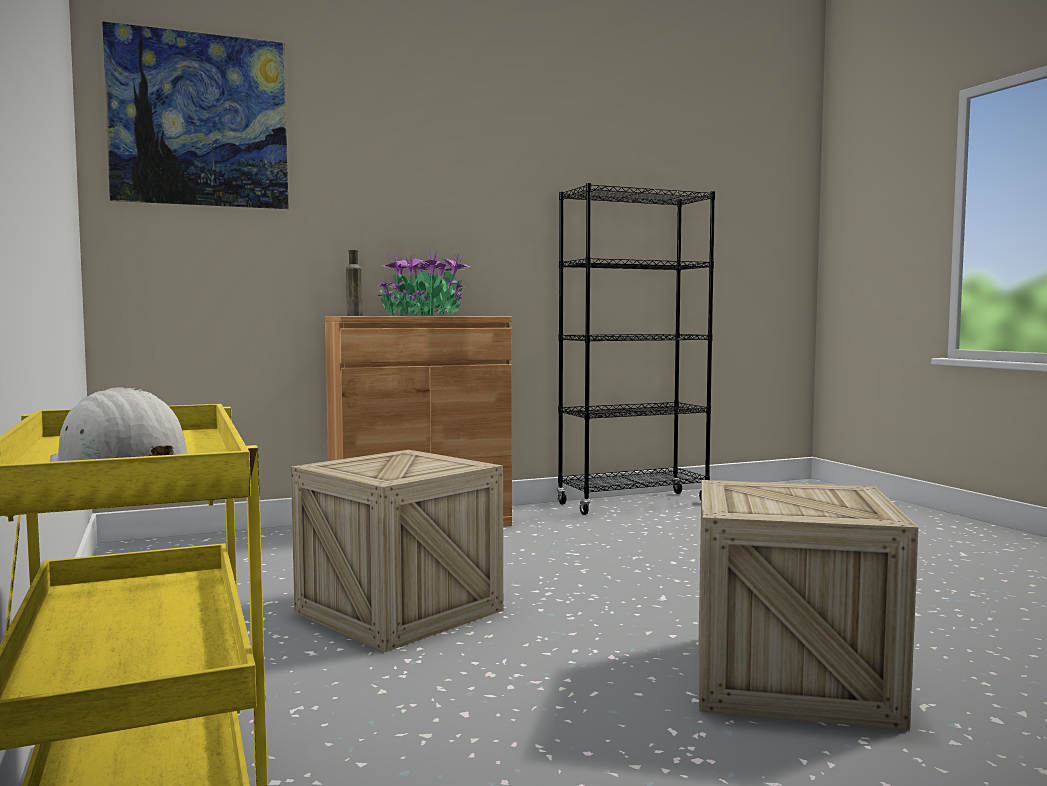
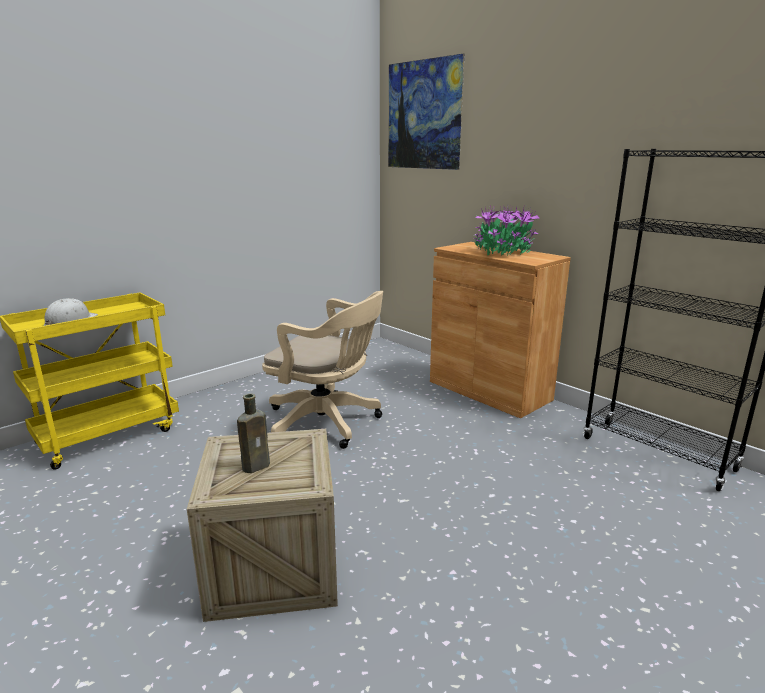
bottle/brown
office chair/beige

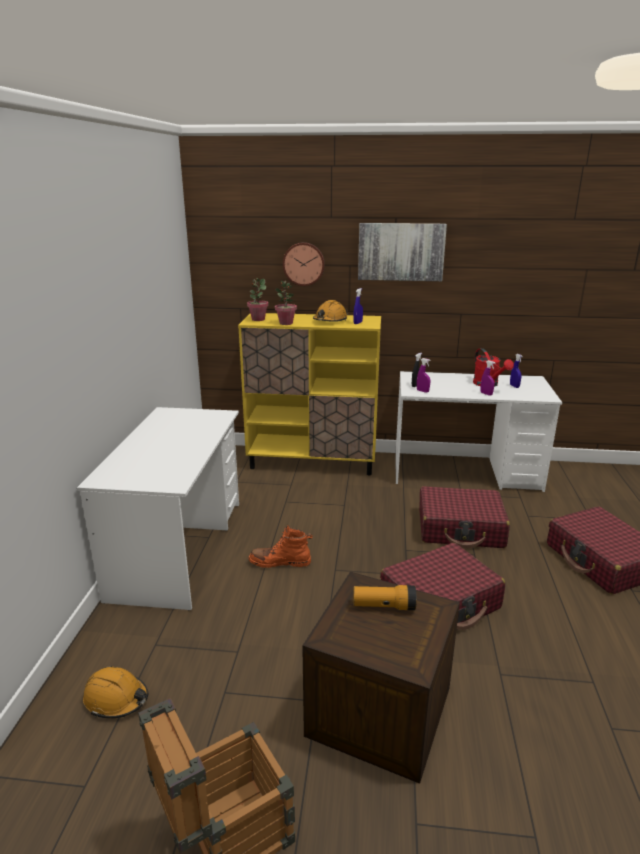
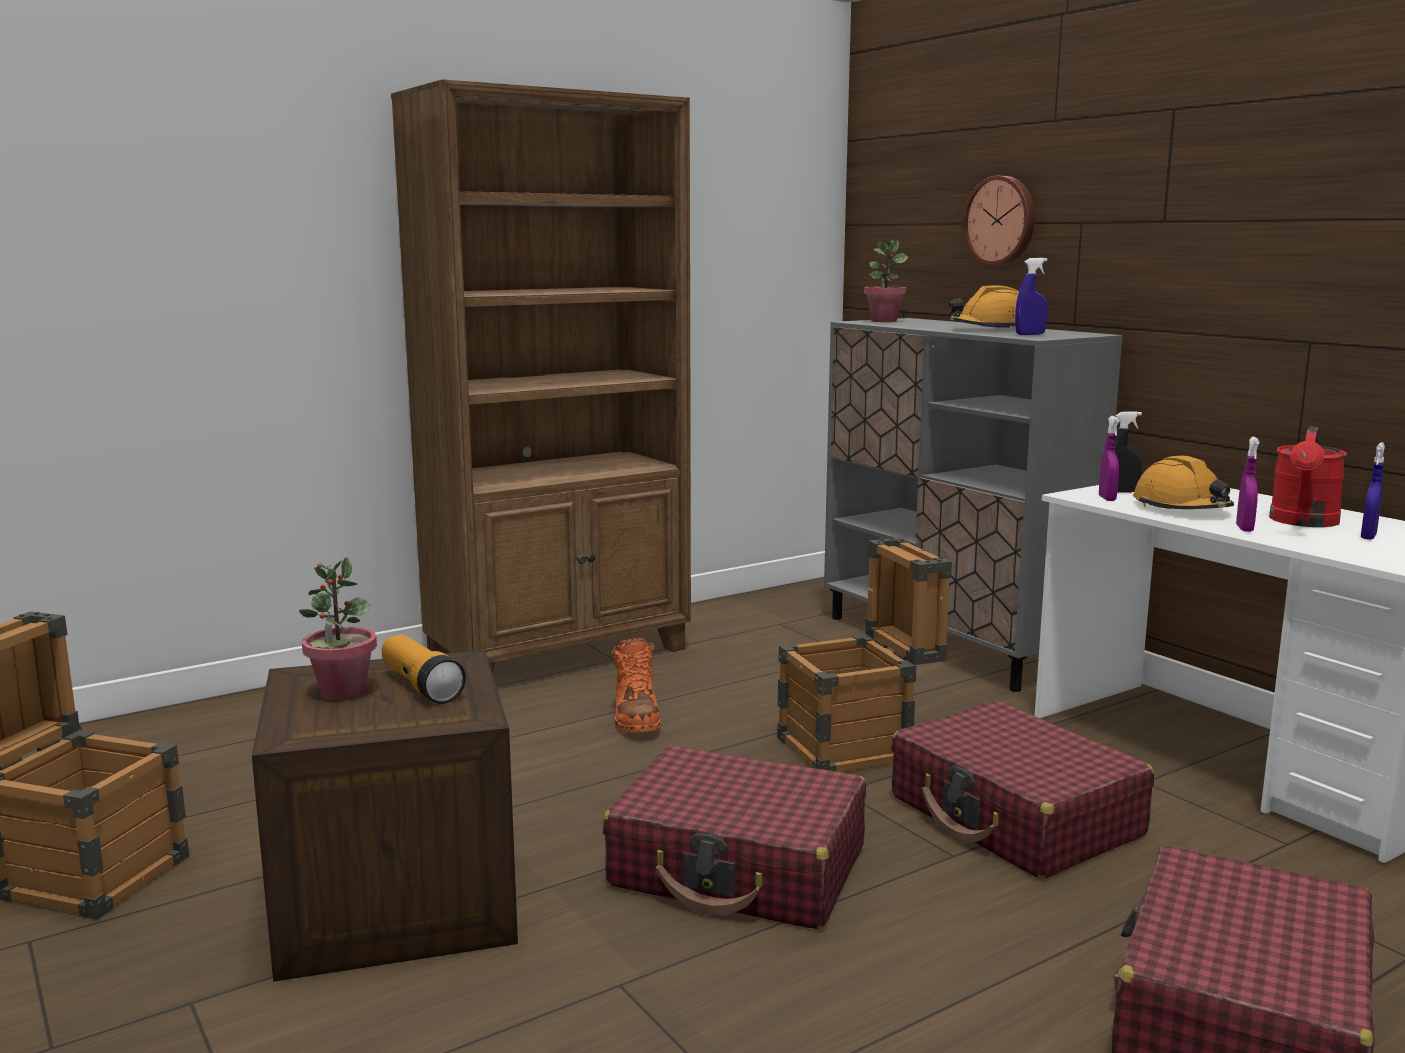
picture
crate (no. 3 from left)
hard hat/orange (no. 2 from left)
potted plant (no. 1 from left)
bookcase/brown
cabinet/grey
boot/orange

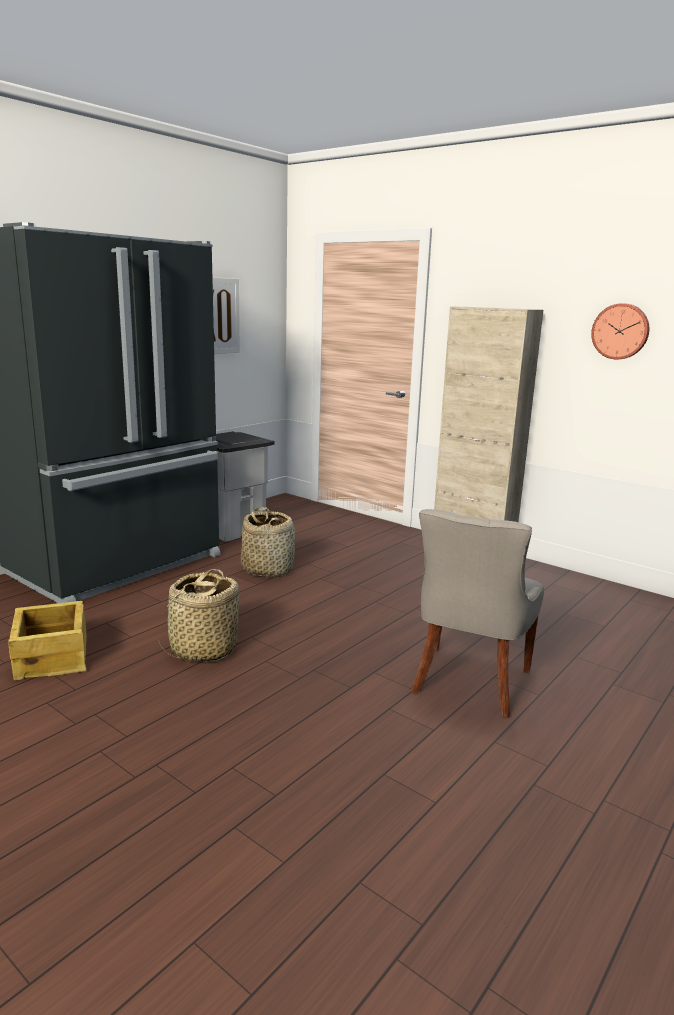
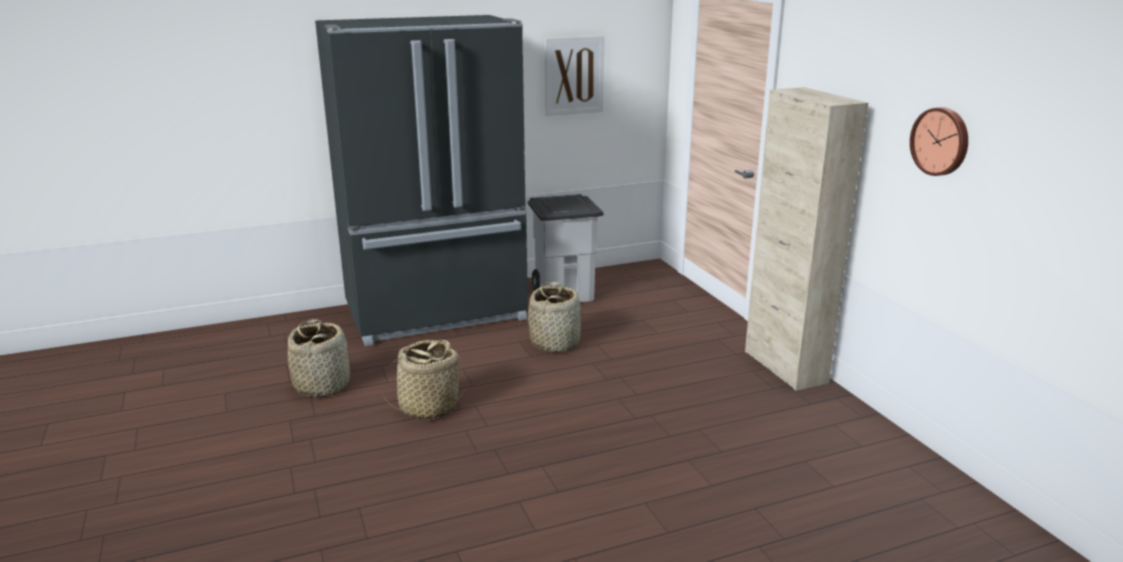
chair/grey
basket (no. 1 from left)

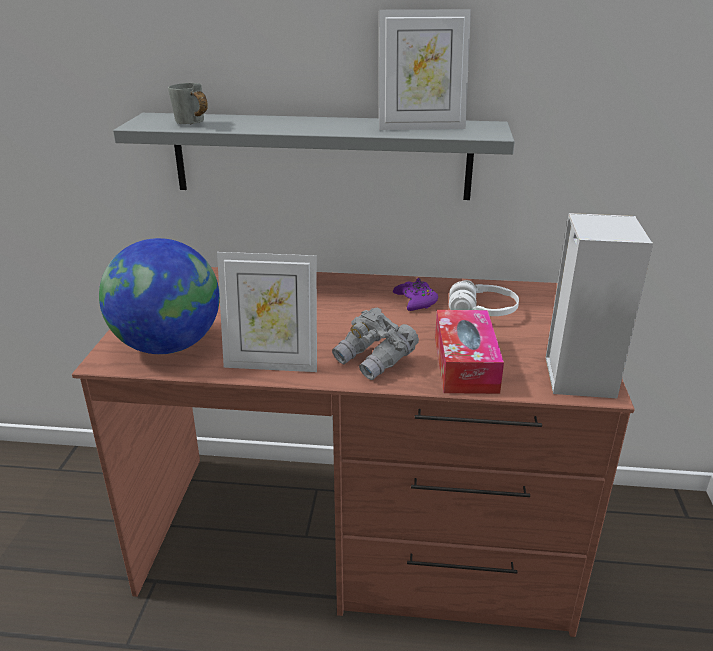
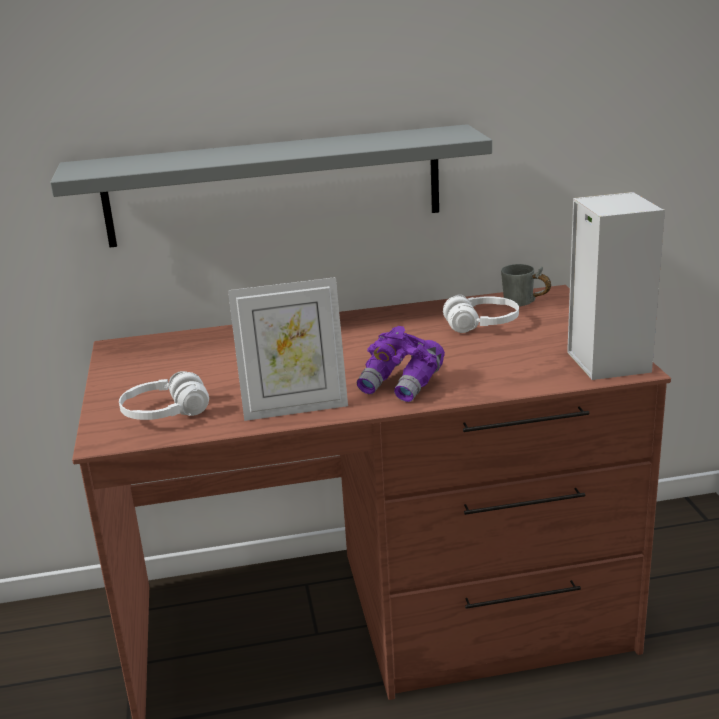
picture frame (no. 2 from left in the first image)
game controller/purple
tissue box
mug/grey
headphones/white (no. 1 from left)
binoculars/purple

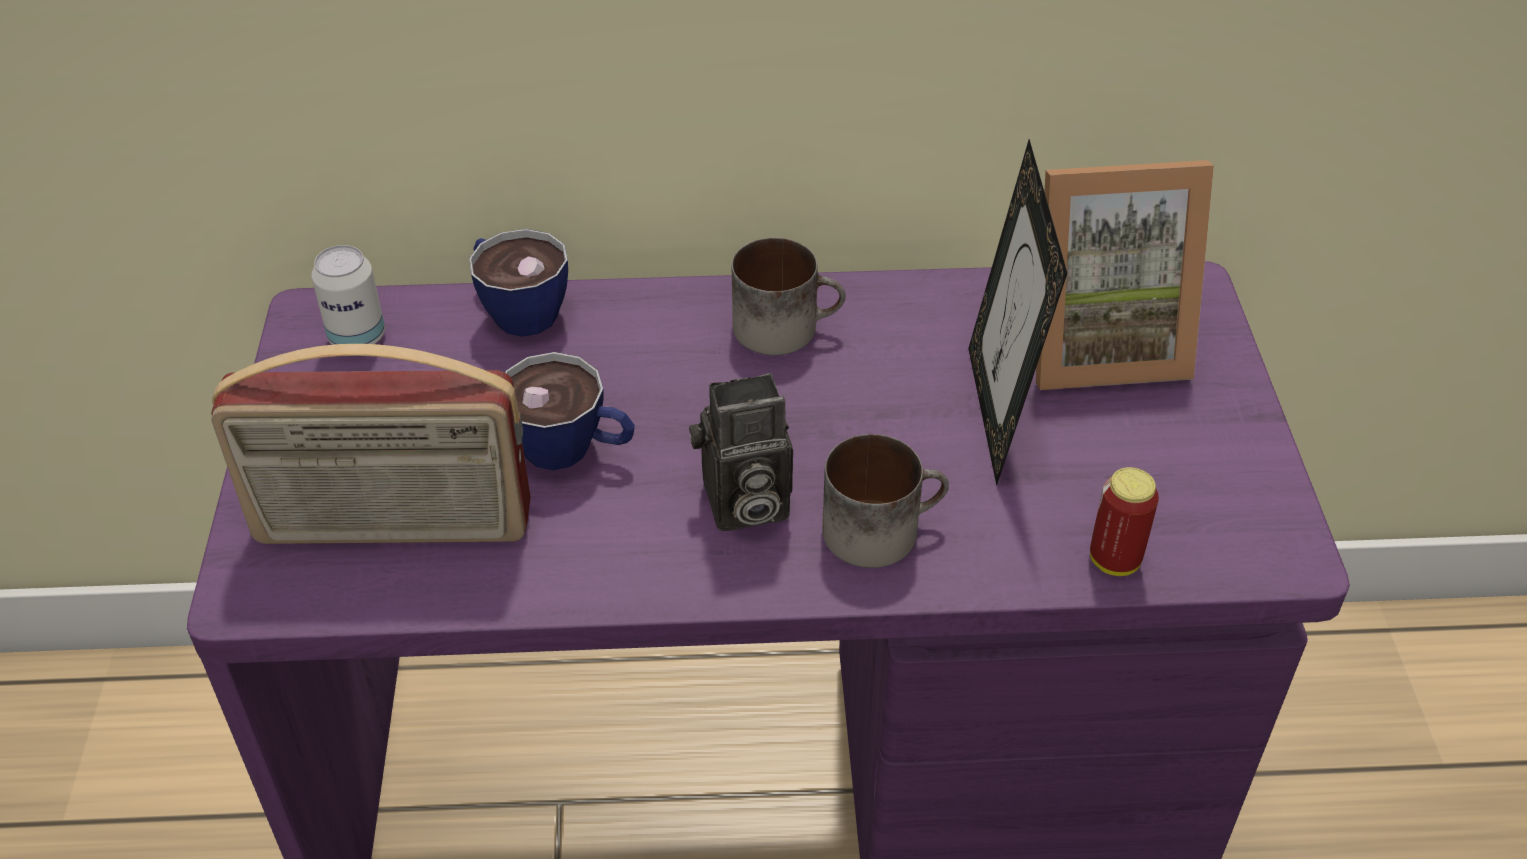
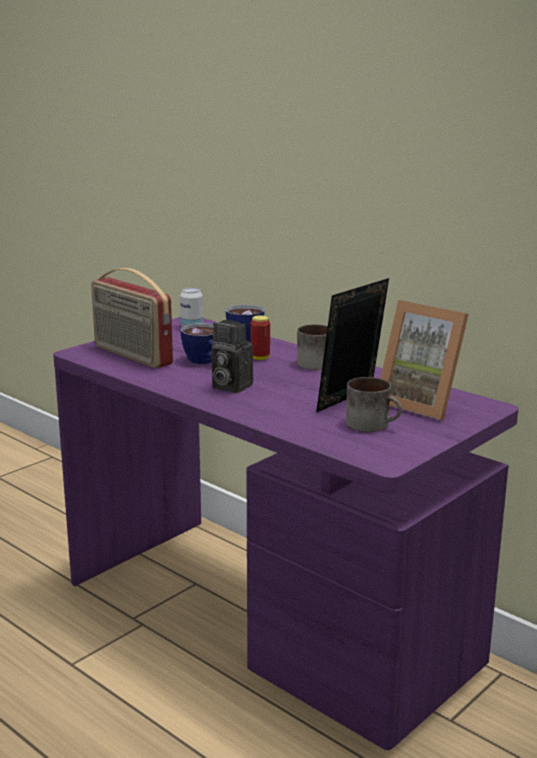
mug (no. 2 from left)
can (no. 2 from left)

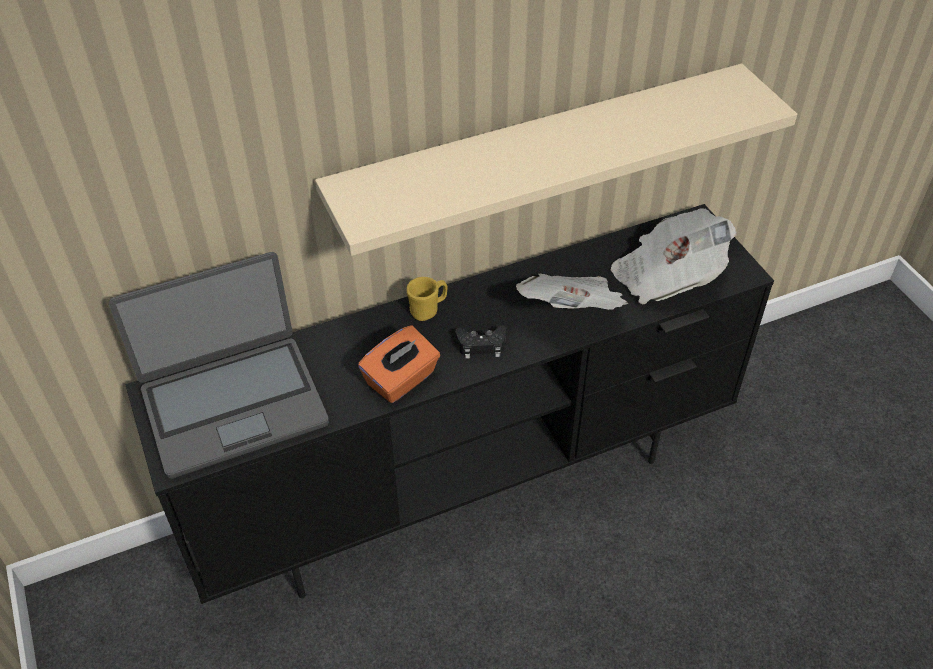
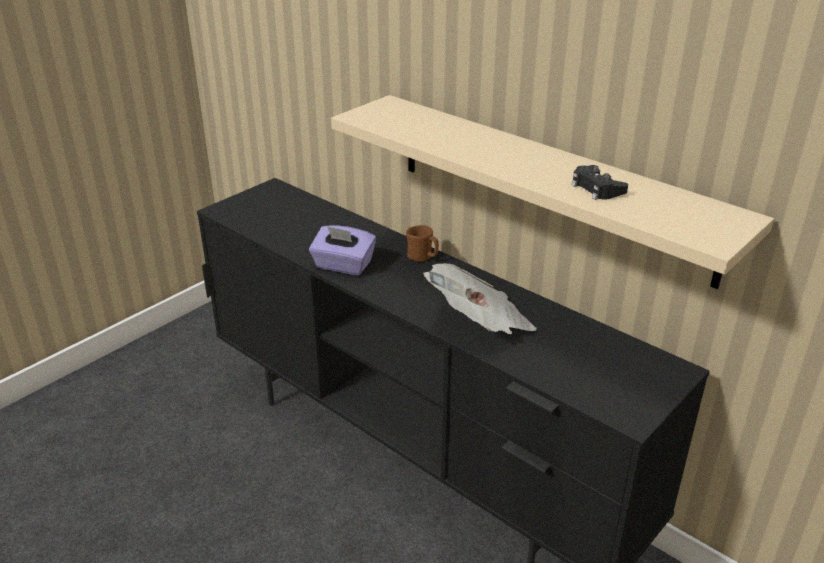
laptop
newspaper (no. 2 from left in the first image)
game controller/black
tissue box/purple
mug/brown

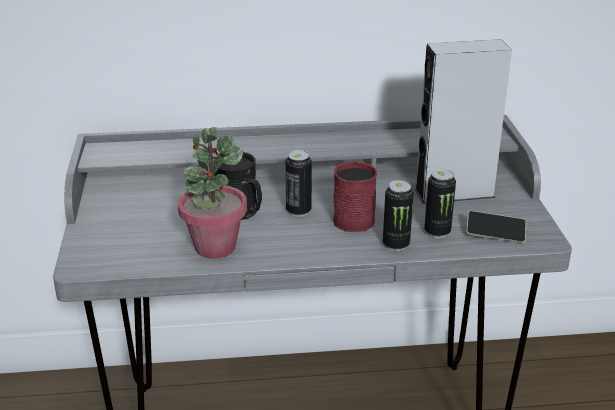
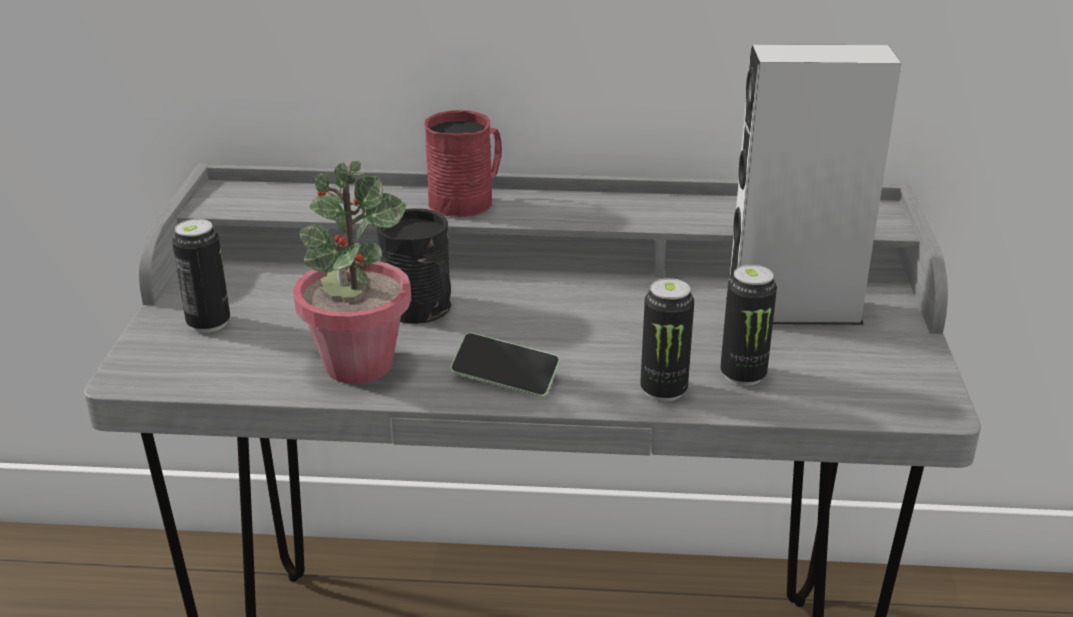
can (no. 1 from left)
mug/red
phone

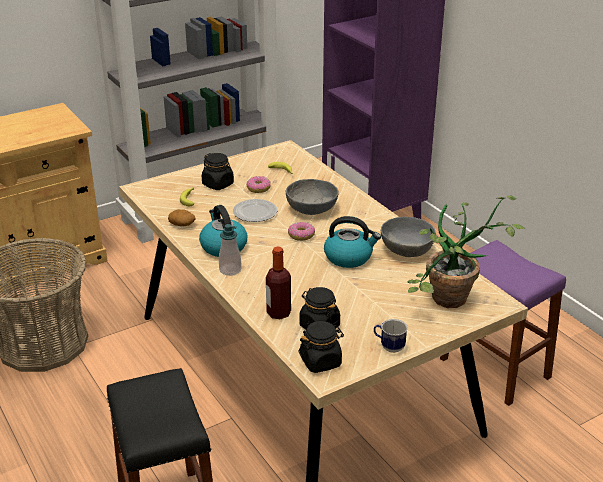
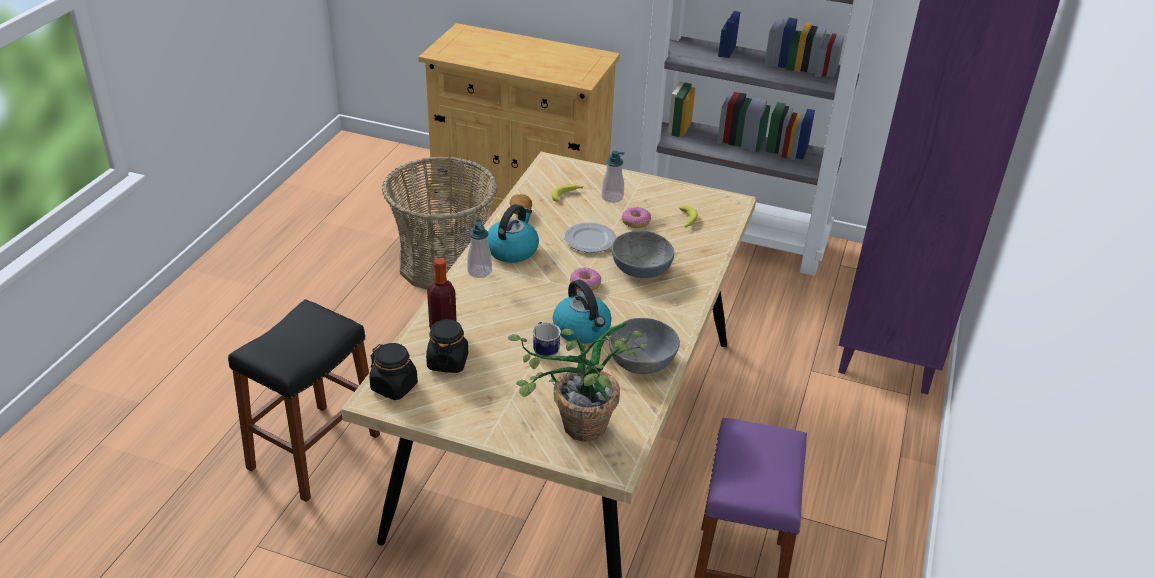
mug
soap dispenser (no. 2 from left)

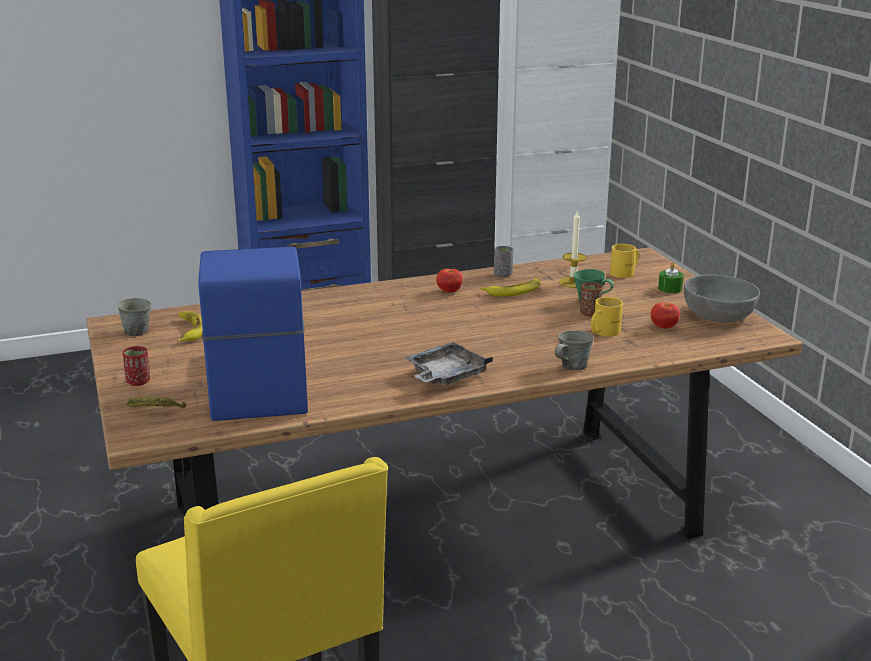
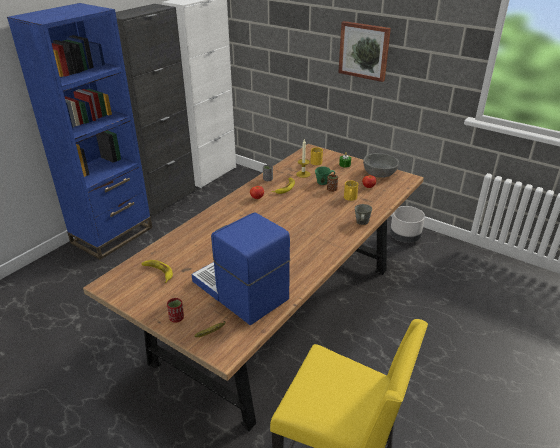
mug/grey (no. 1 from left in the first image)
tray/grey
picture
planter/grey

